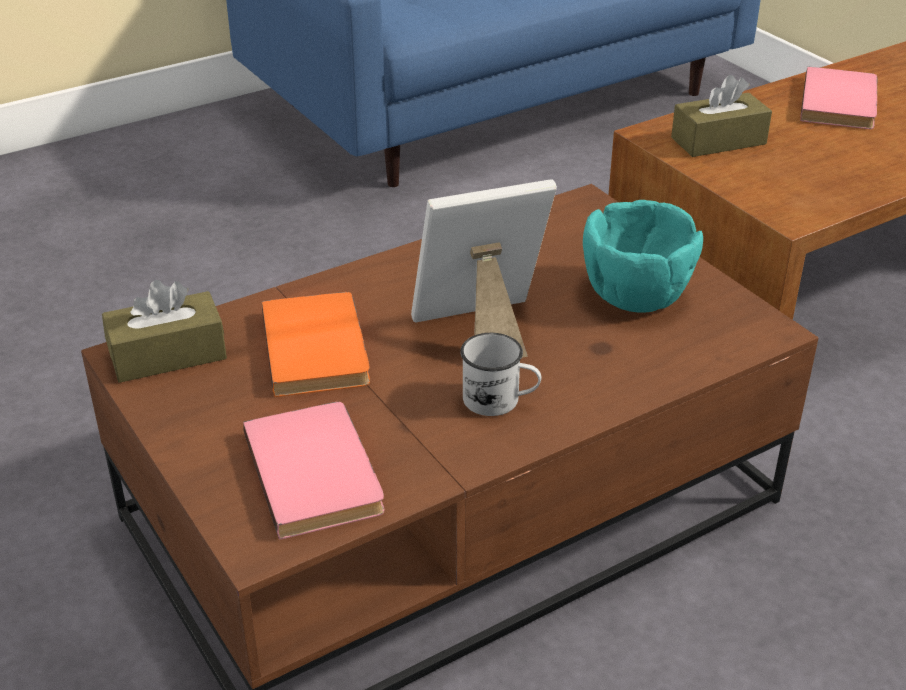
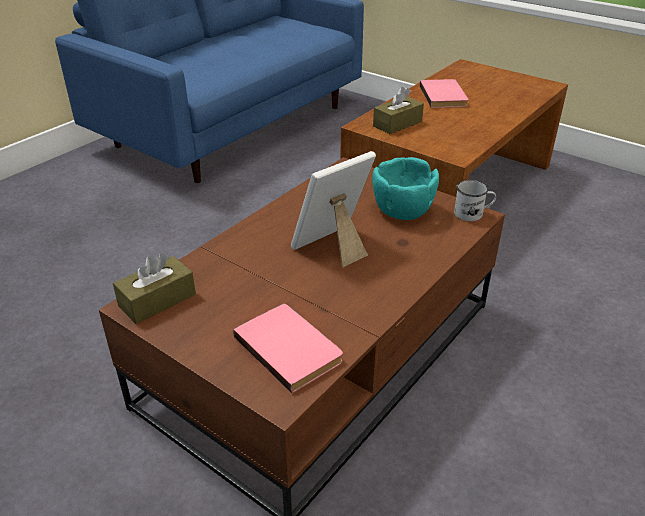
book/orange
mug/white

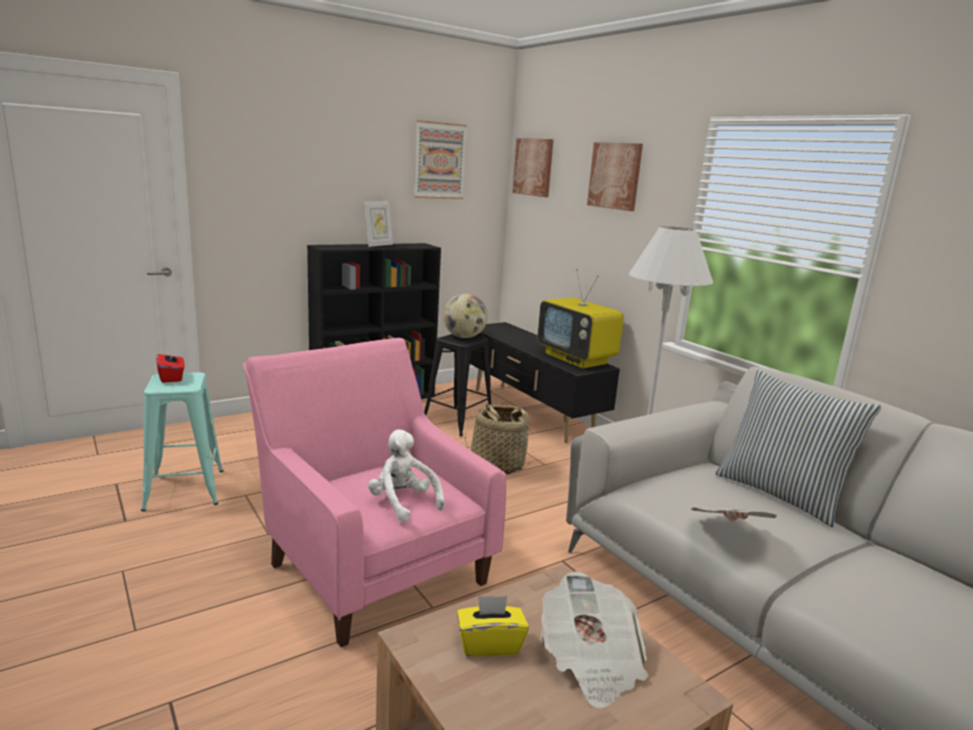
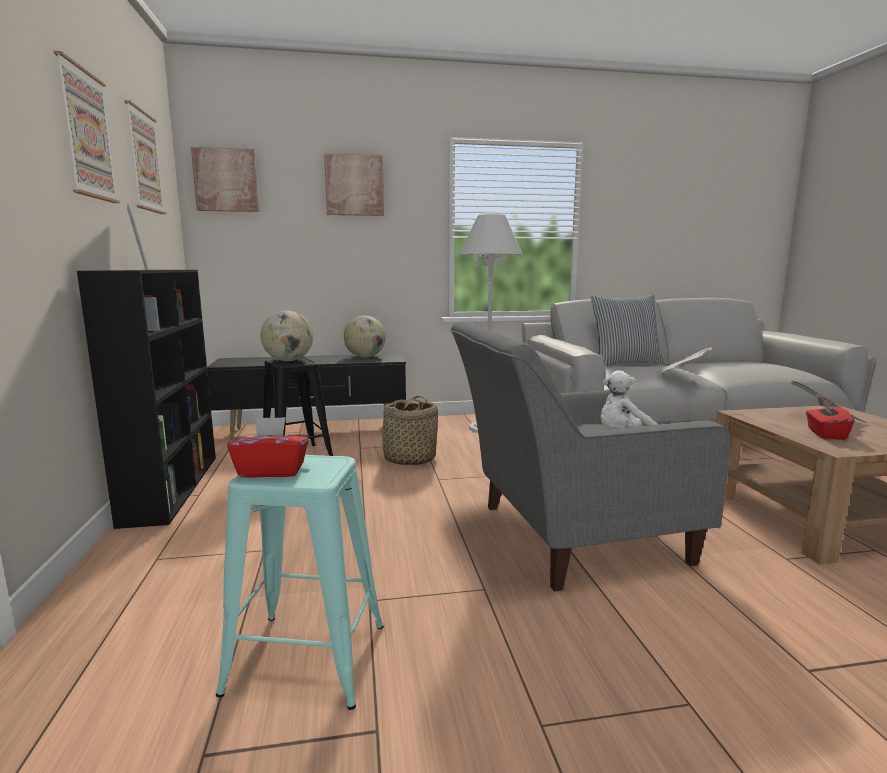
picture (no. 1 from left)
globe (no. 2 from left)
armchair/grey
tissue box/red (no. 2 from left)

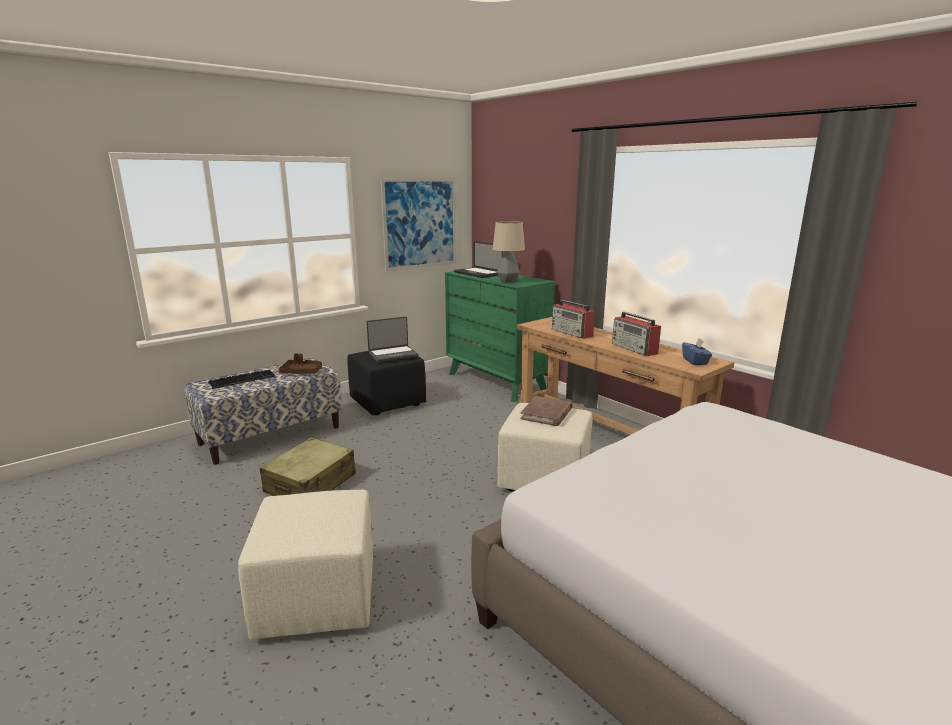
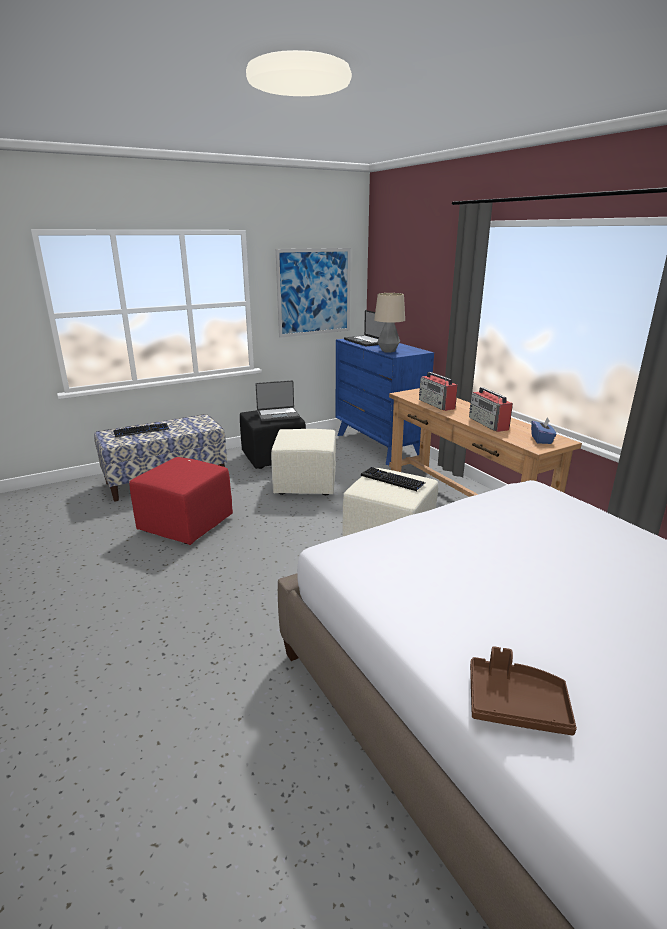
ottoman/beige (no. 1 from left)
tray/brown
ottoman/red
keyboard (no. 2 from left)
dresser/blue

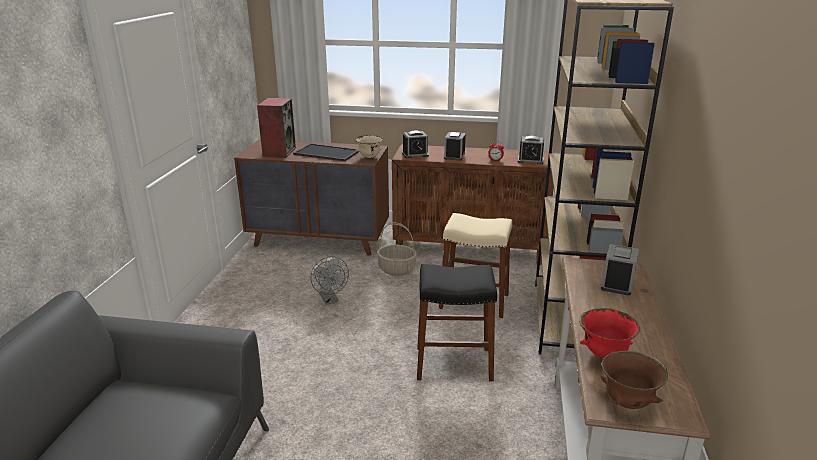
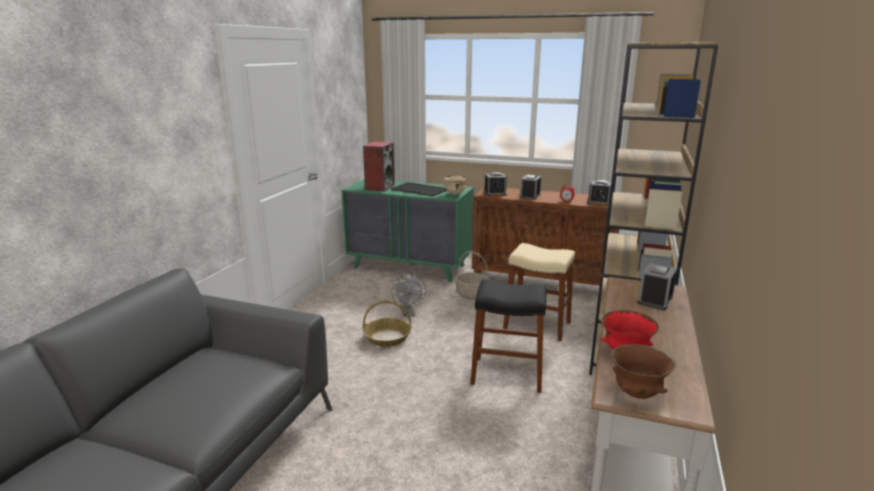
basket (no. 1 from left)
dresser/green

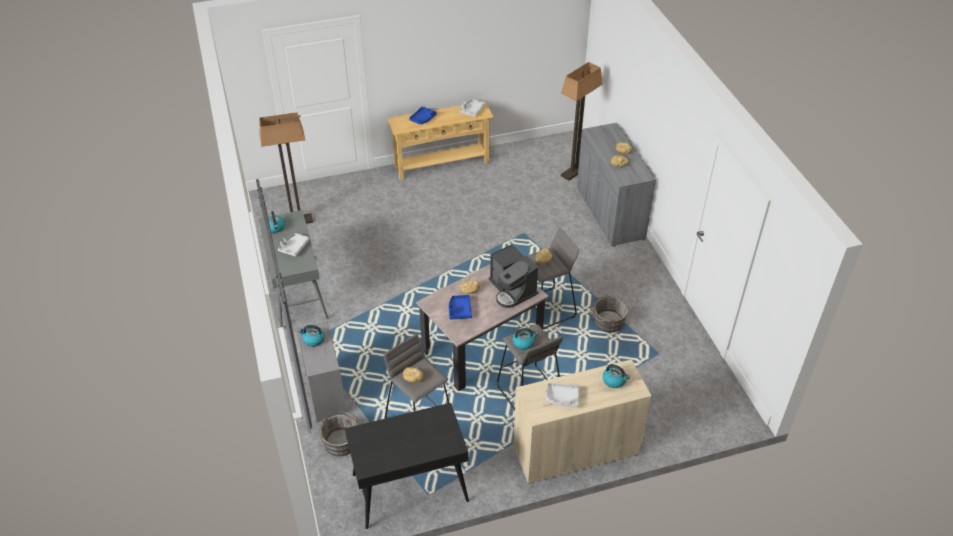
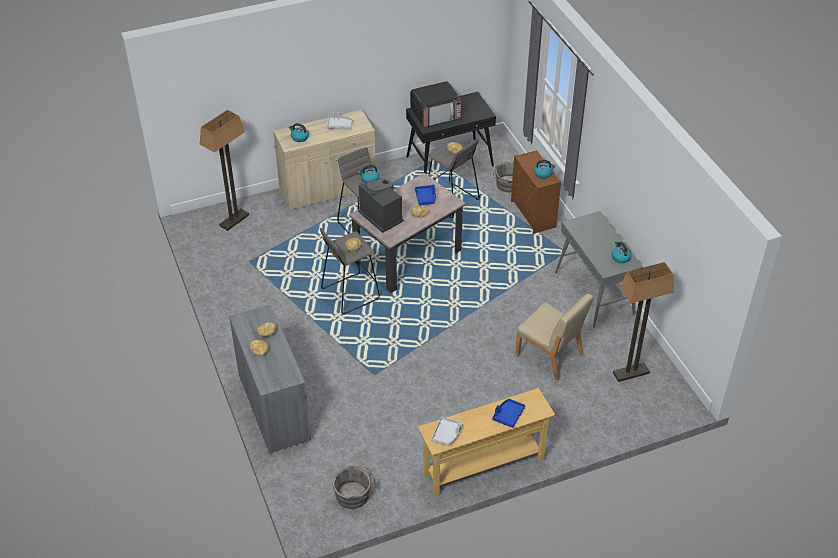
tray/grey (no. 1 from left in the first image)
microwave
chair/beige
floor lamp (no. 1 from left)
bucket/grey (no. 1 from left)
dresser/brown

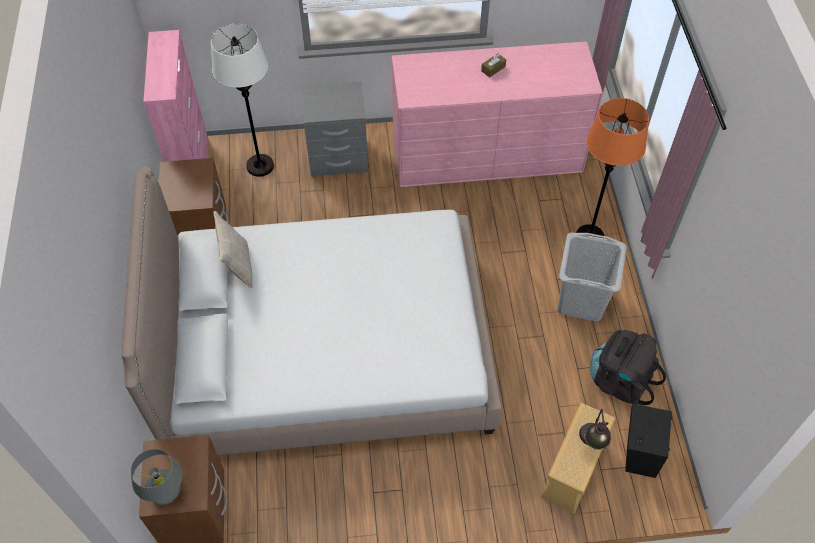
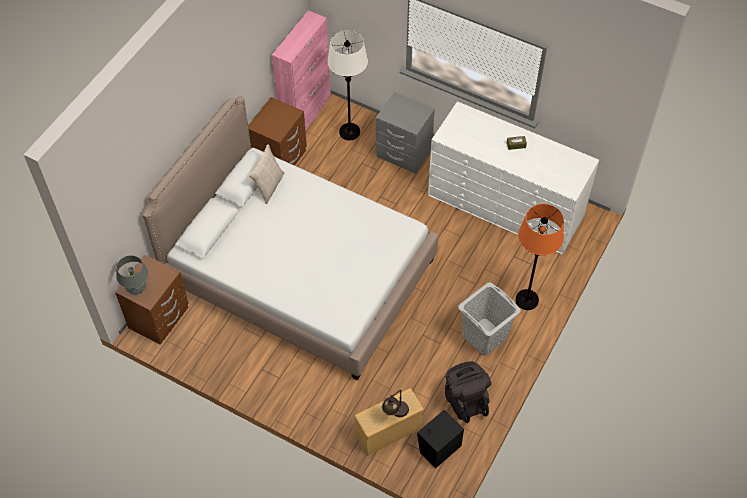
dresser/white

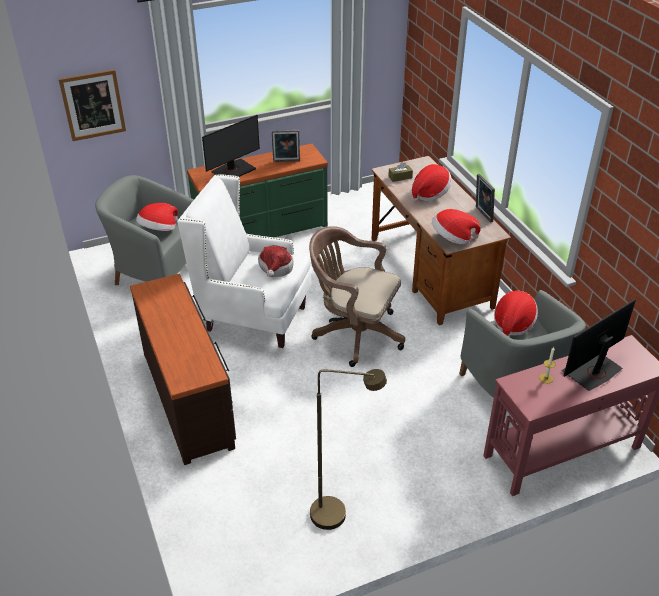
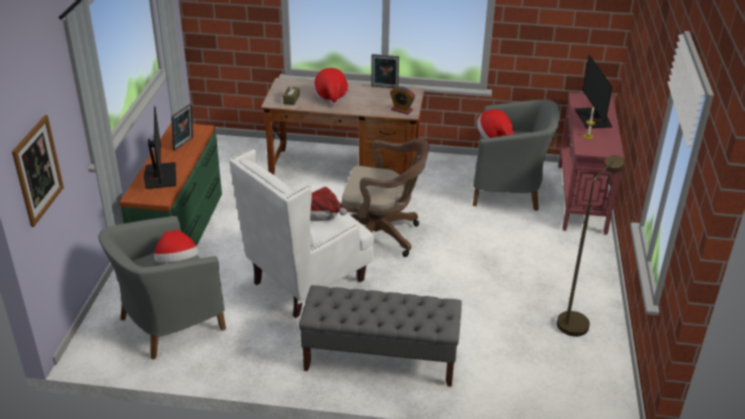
bench/grey
alarm clock
office chair/brown

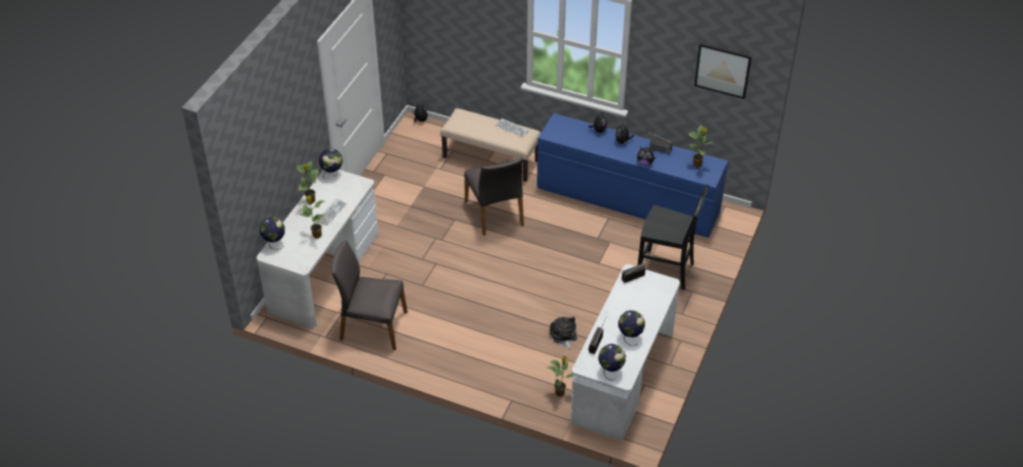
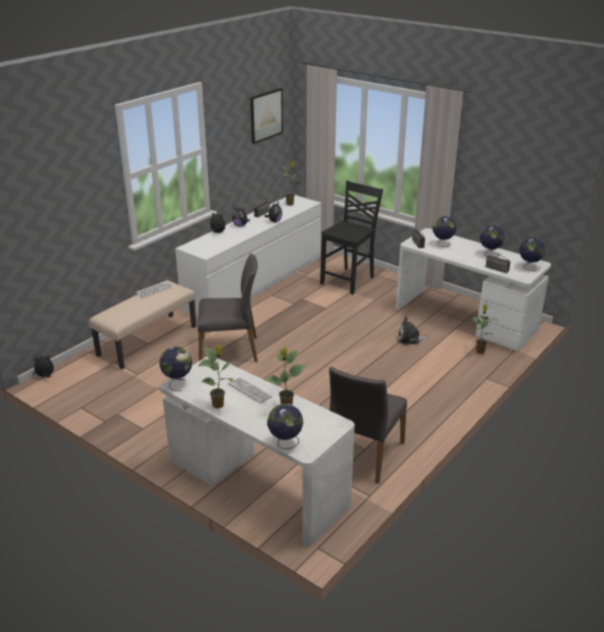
globe (no. 3 from left)
dresser/white

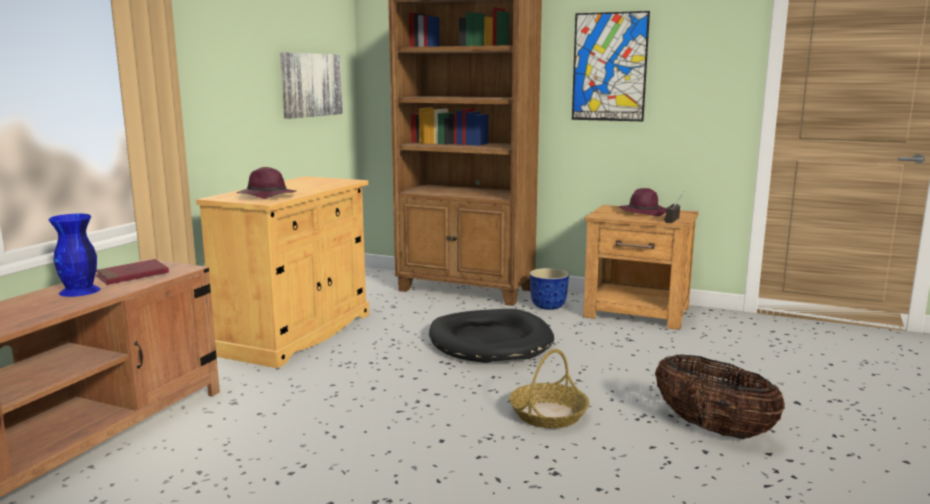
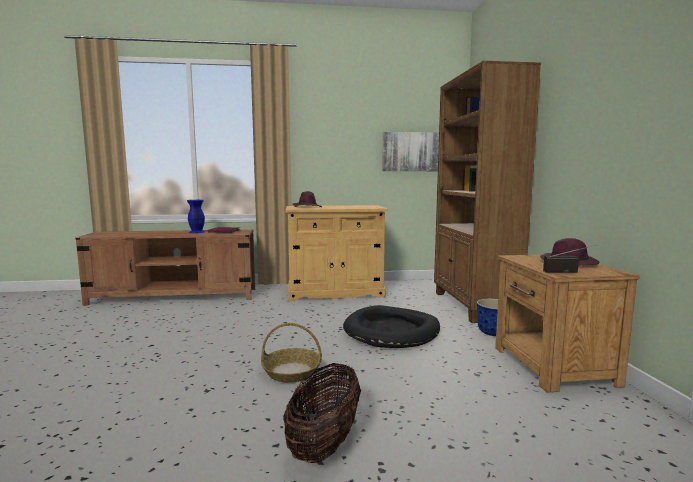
picture (no. 2 from left in the first image)

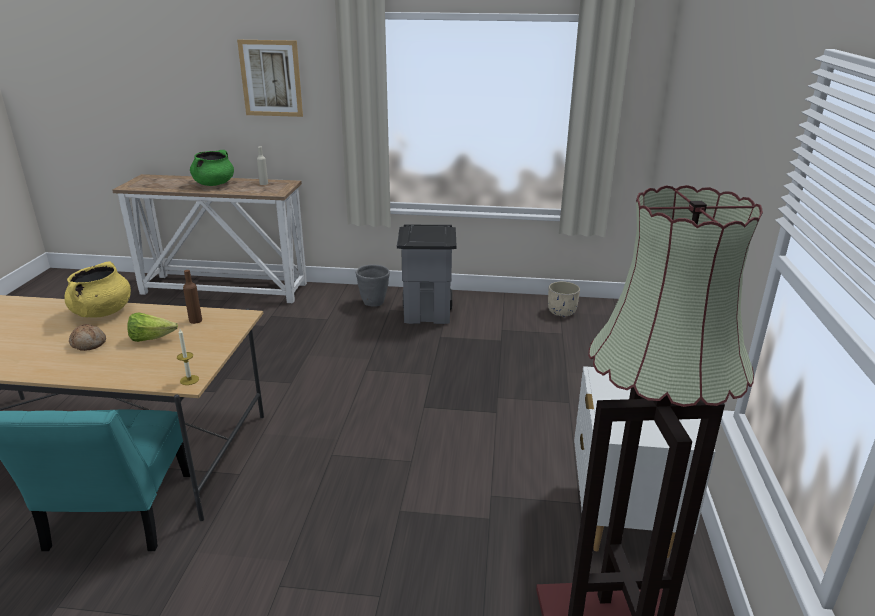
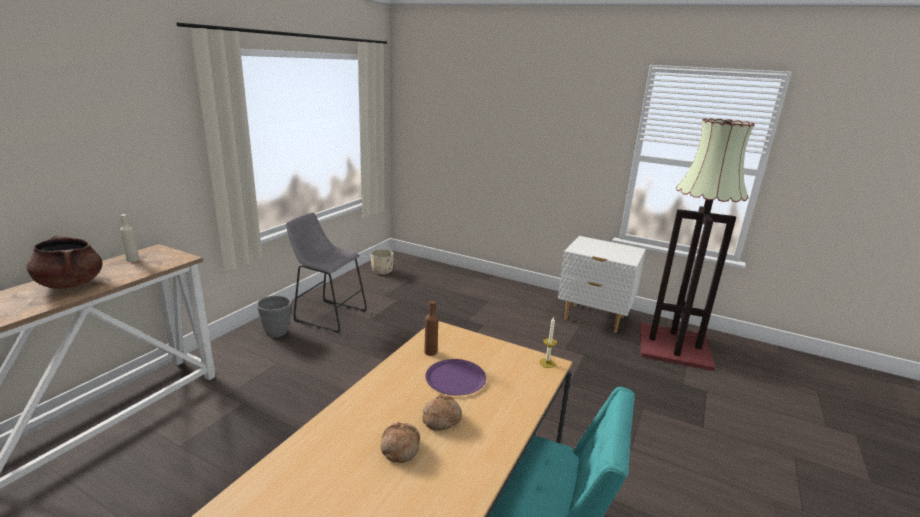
cooking pot/yellow
picture
bread (no. 1 from left)
plate/purple
stool/grey
cooking pot/brown

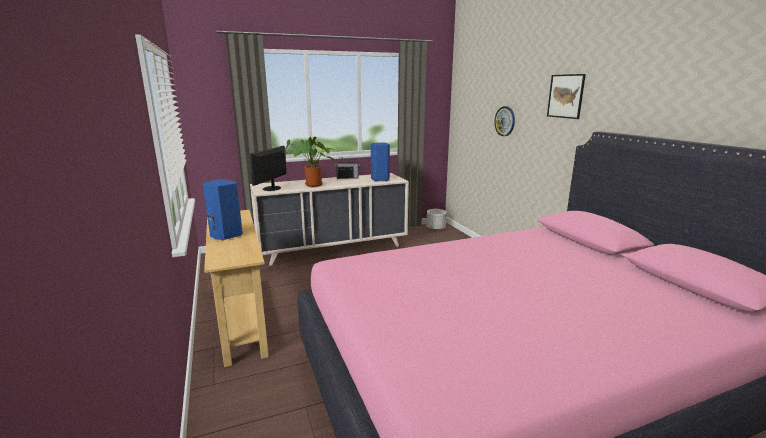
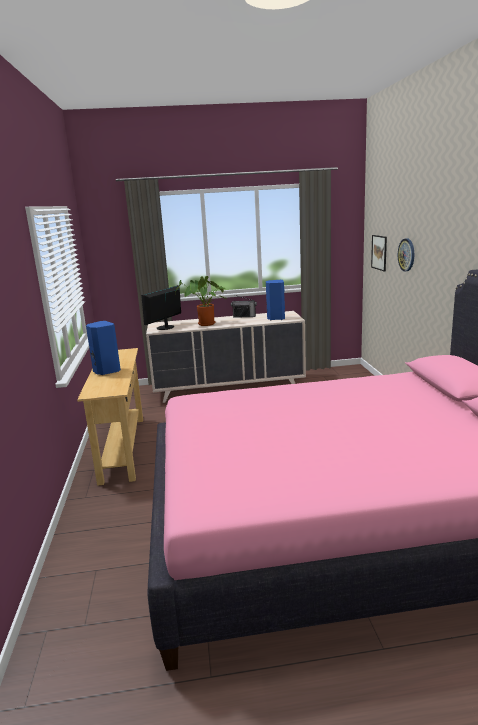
planter/white
picture

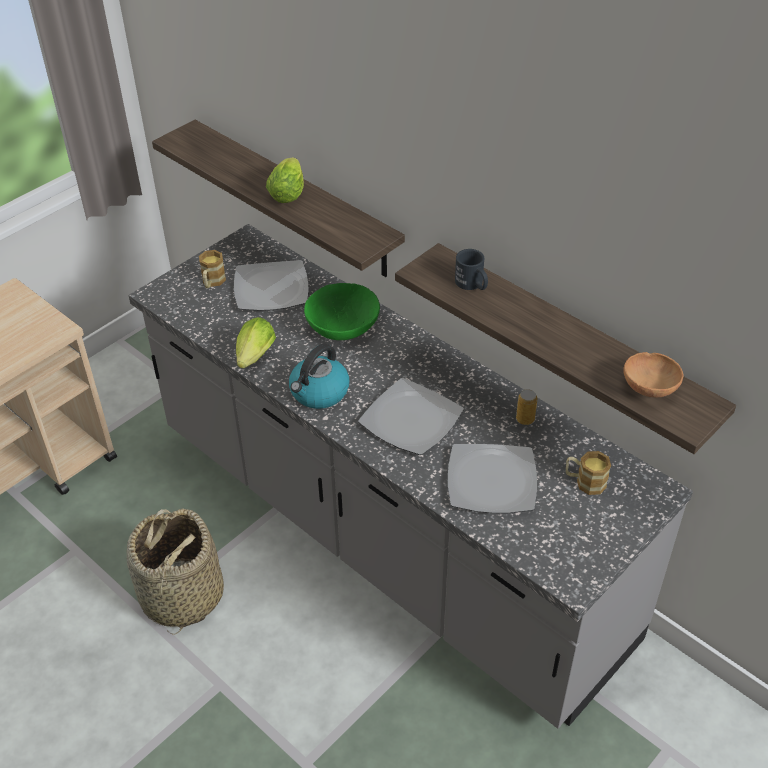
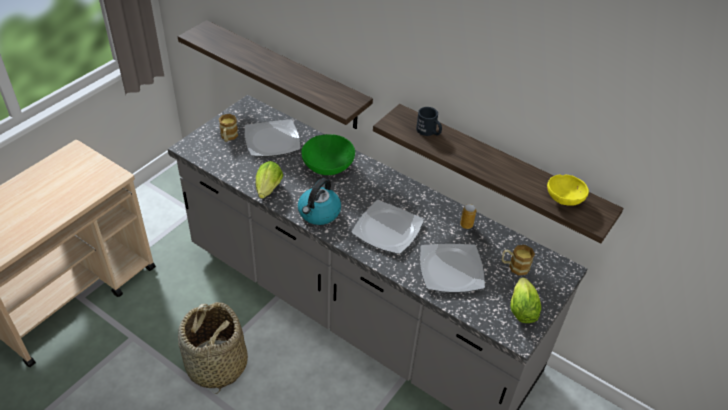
lettuce (no. 2 from left)
bowl/yellow

